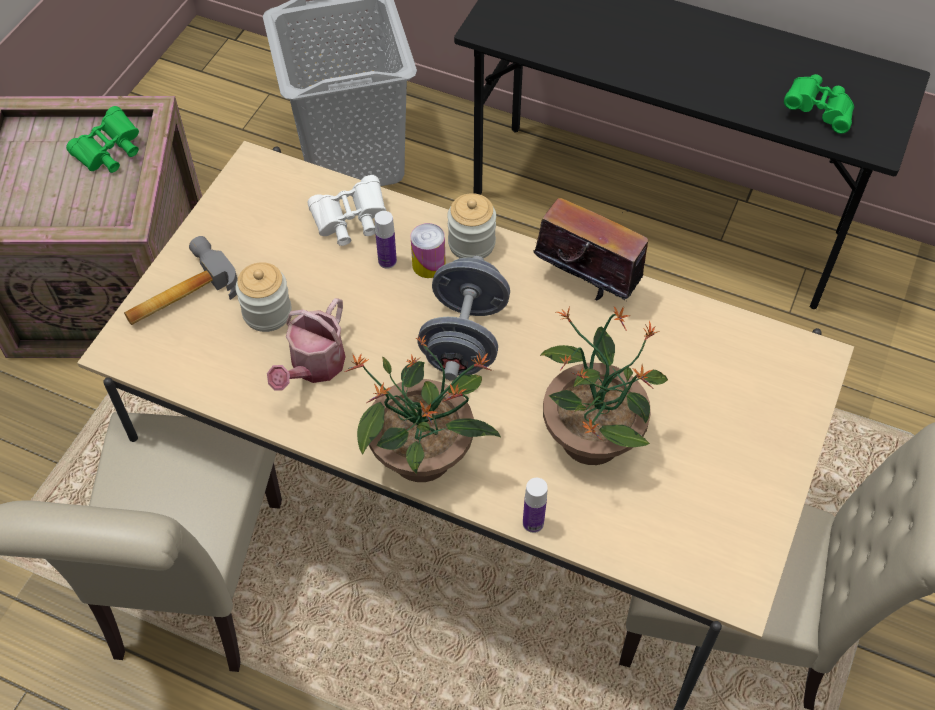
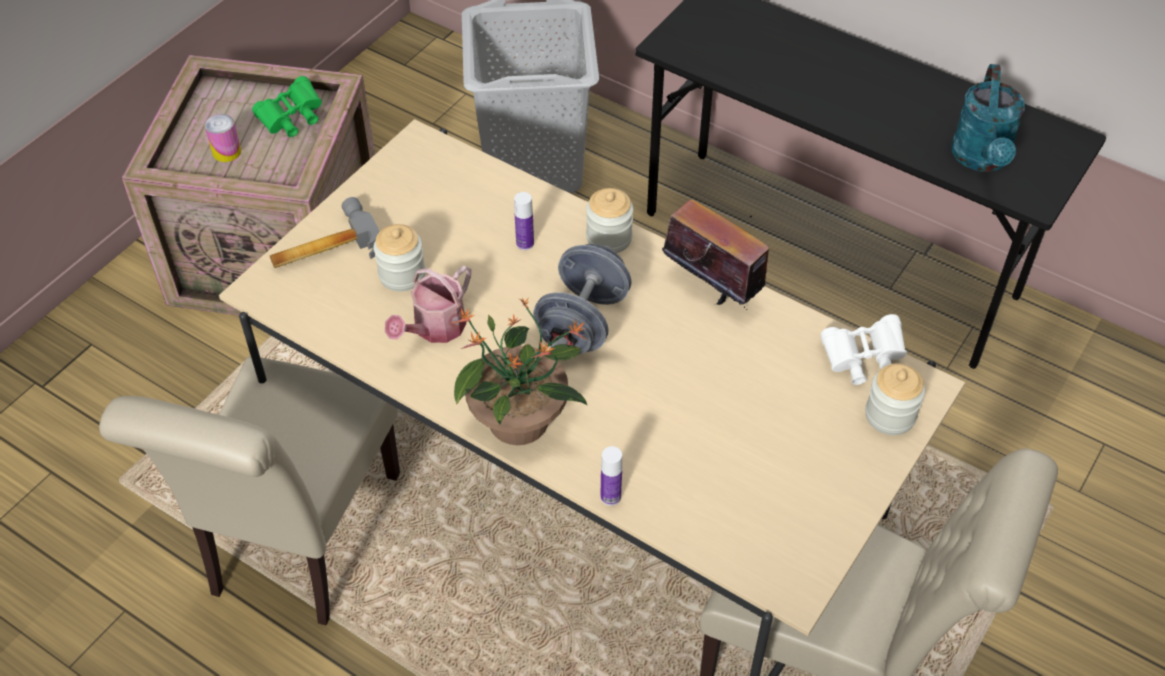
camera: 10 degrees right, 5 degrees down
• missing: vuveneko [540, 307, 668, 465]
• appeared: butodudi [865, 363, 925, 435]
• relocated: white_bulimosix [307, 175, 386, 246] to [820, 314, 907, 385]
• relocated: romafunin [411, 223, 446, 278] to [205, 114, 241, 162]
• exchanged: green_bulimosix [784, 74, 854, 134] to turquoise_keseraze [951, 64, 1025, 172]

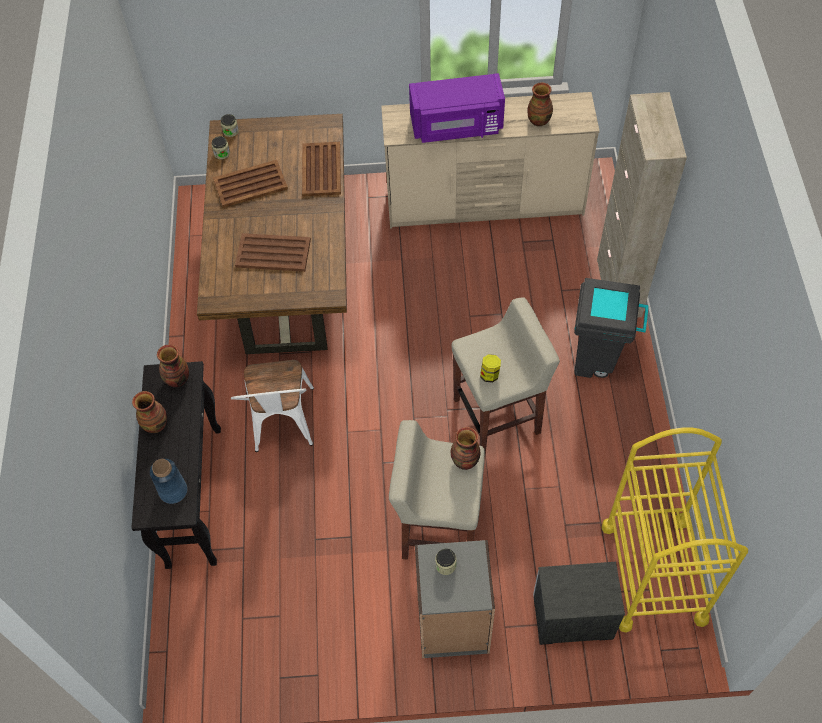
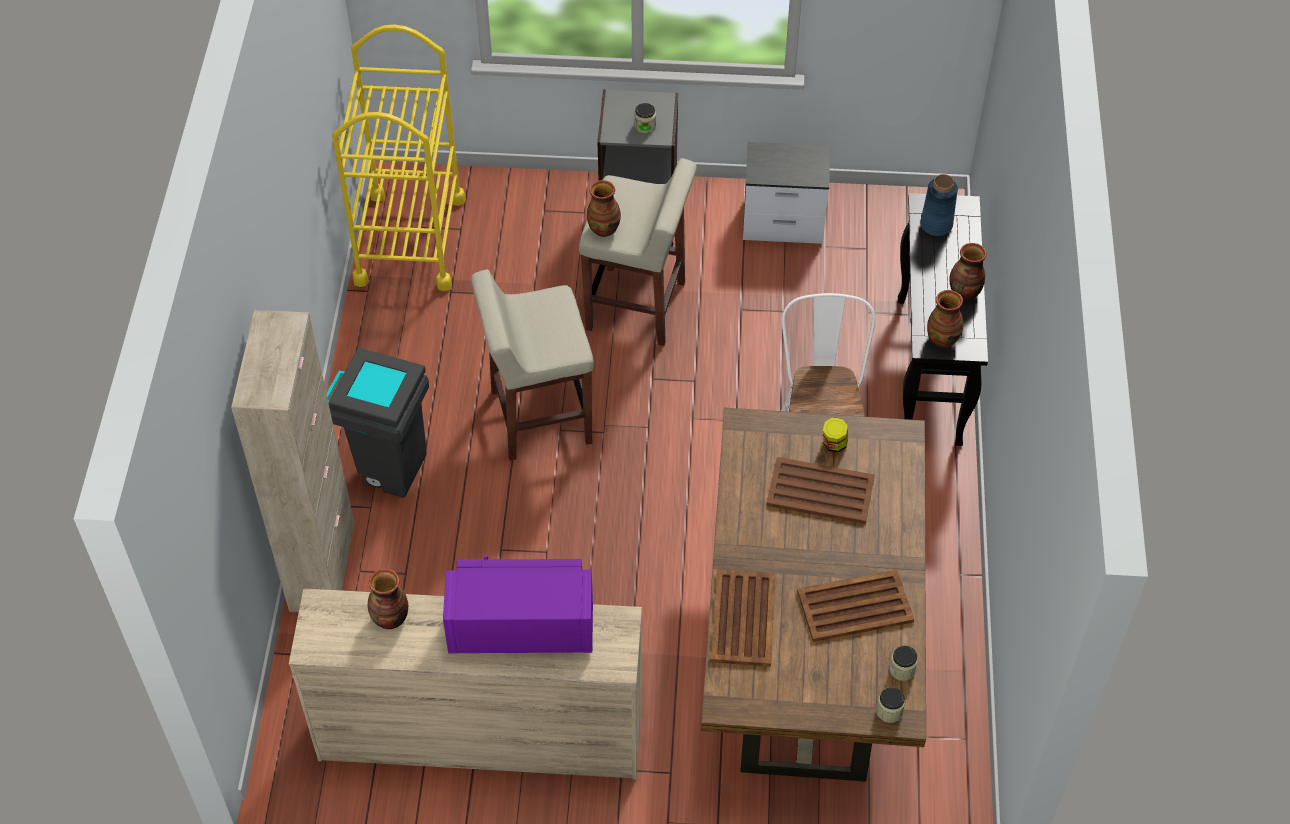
camera: 175 degrees left, 5 degrees down
• relocated: butodudi [480, 354, 501, 383] to [823, 417, 848, 452]
• relocated: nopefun [533, 562, 625, 645] to [743, 142, 830, 244]

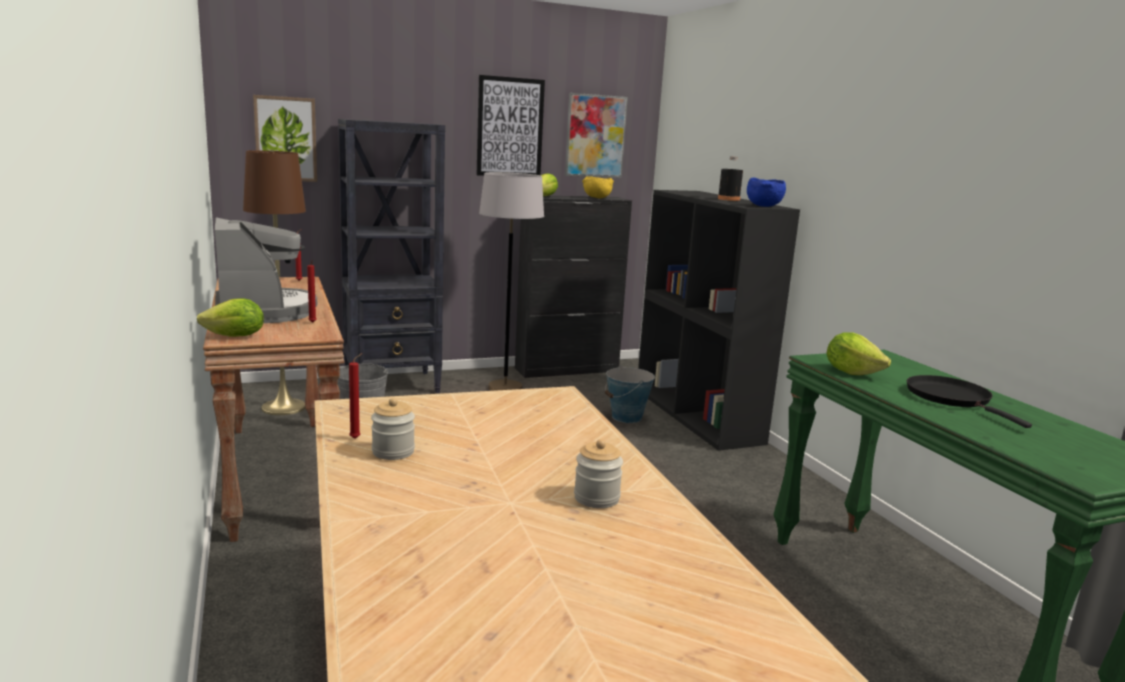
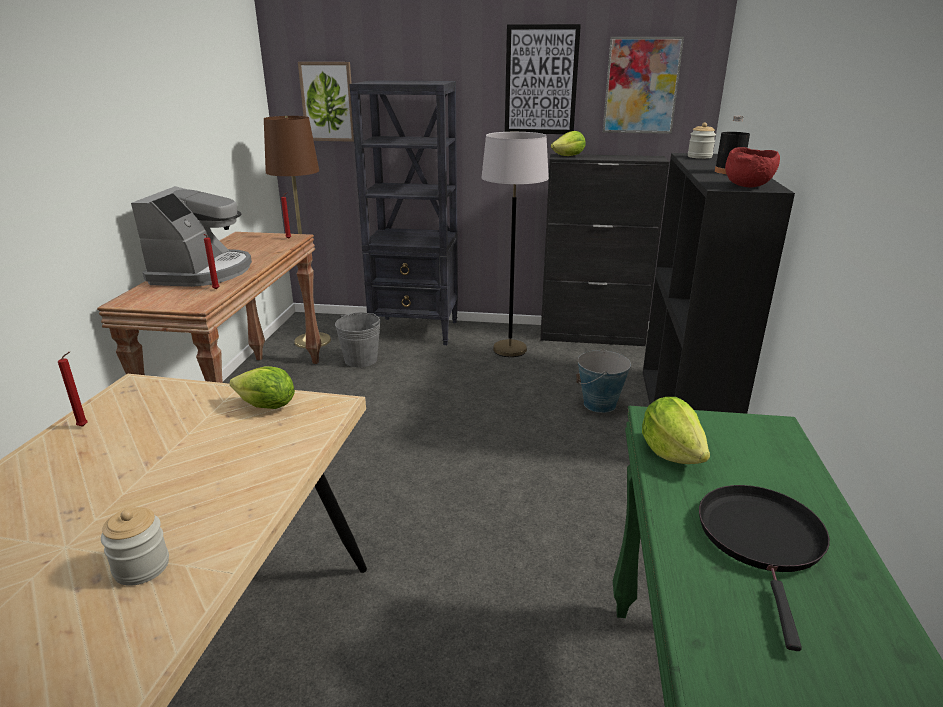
camera: 30 degrees right, 10 degrees up
• missing: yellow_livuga [582, 176, 614, 199]
• relocated: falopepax [197, 298, 264, 337] to [229, 366, 295, 409]
• relocated: butodudi [371, 398, 415, 460] to [688, 122, 716, 159]
• colour: blue_livuga [747, 178, 786, 207] to red_livuga [725, 147, 780, 187]

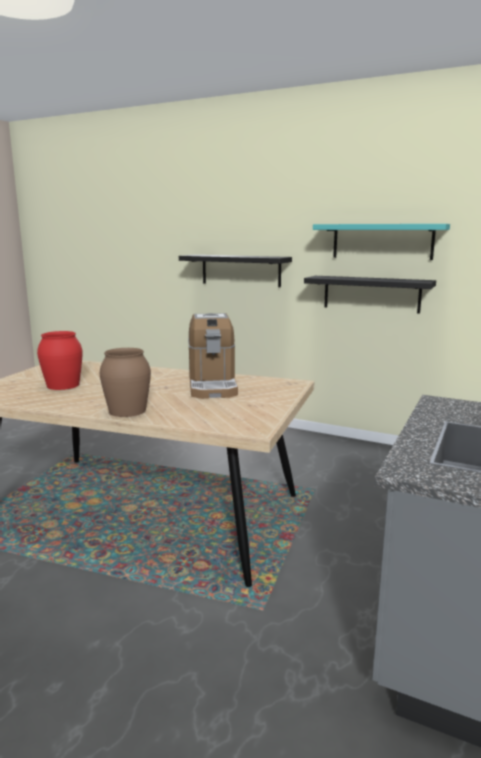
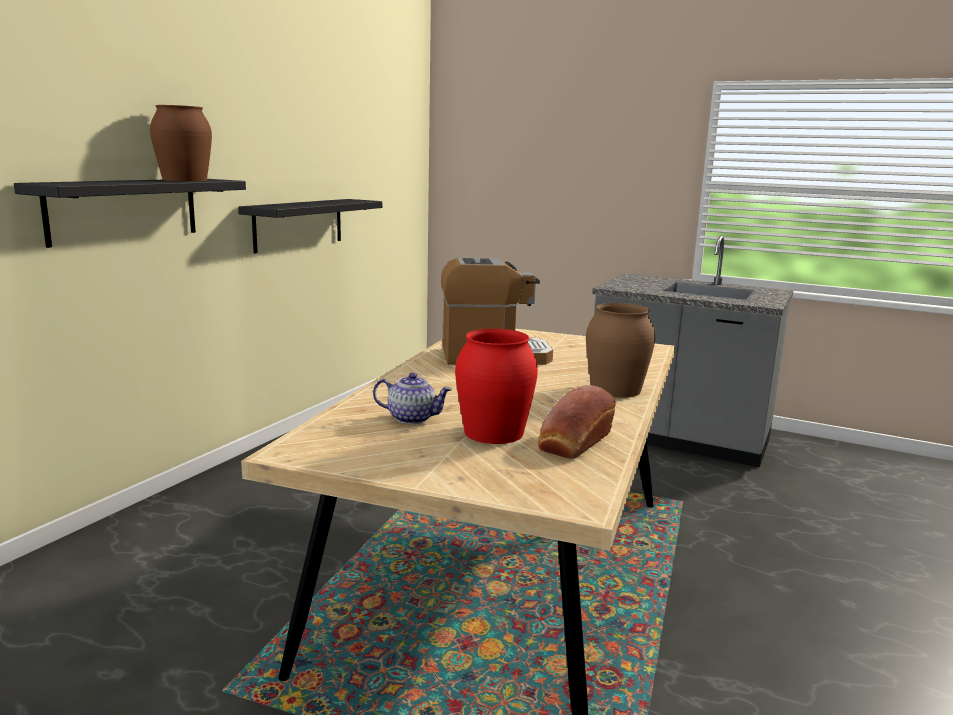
camera: 90 degrees left, 0 degrees up
• missing: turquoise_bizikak [313, 224, 450, 260]
• appeared: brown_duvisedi [150, 105, 212, 181]
• appeared: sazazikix [373, 373, 452, 424]
• appeared: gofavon [538, 385, 616, 459]

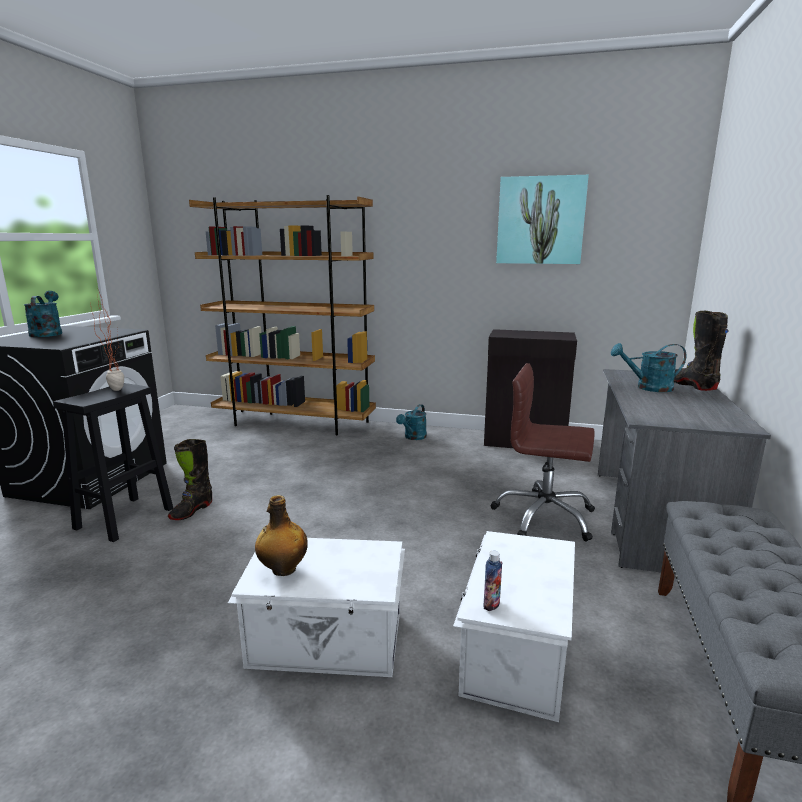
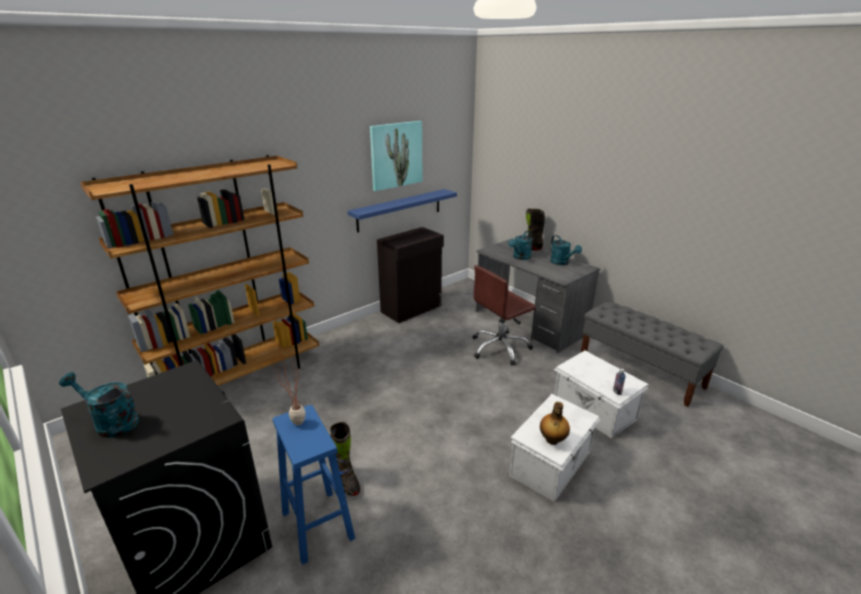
camera: 55 degrees left, 10 degrees up
• appeared: blue_bizikak [348, 189, 457, 233]
• relocated: turquoise_keseraze [396, 404, 427, 440] to [550, 235, 582, 265]
• colour: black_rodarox [53, 383, 173, 542] to blue_rodarox [273, 405, 355, 565]

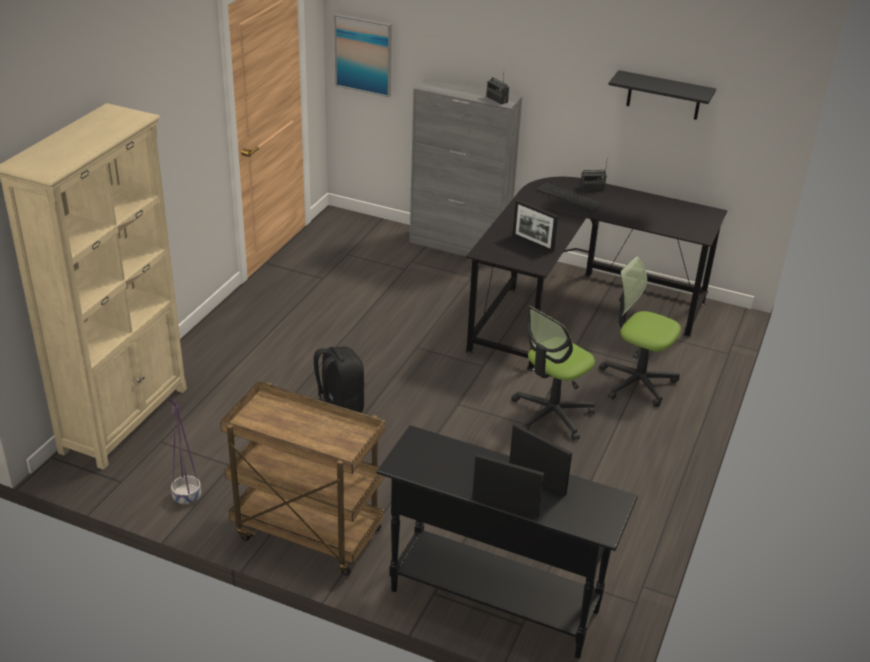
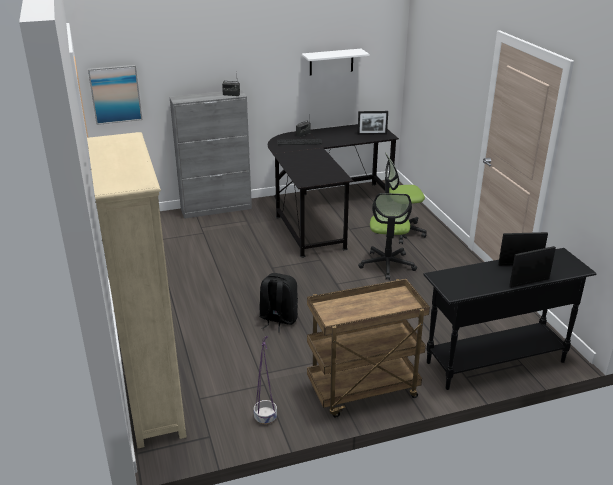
camera: 40 degrees left, 5 degrees down
• relocated: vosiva [513, 200, 558, 252] to [358, 111, 388, 135]
• colour: black_bizikak [608, 70, 716, 120] to white_bizikak [302, 49, 370, 75]

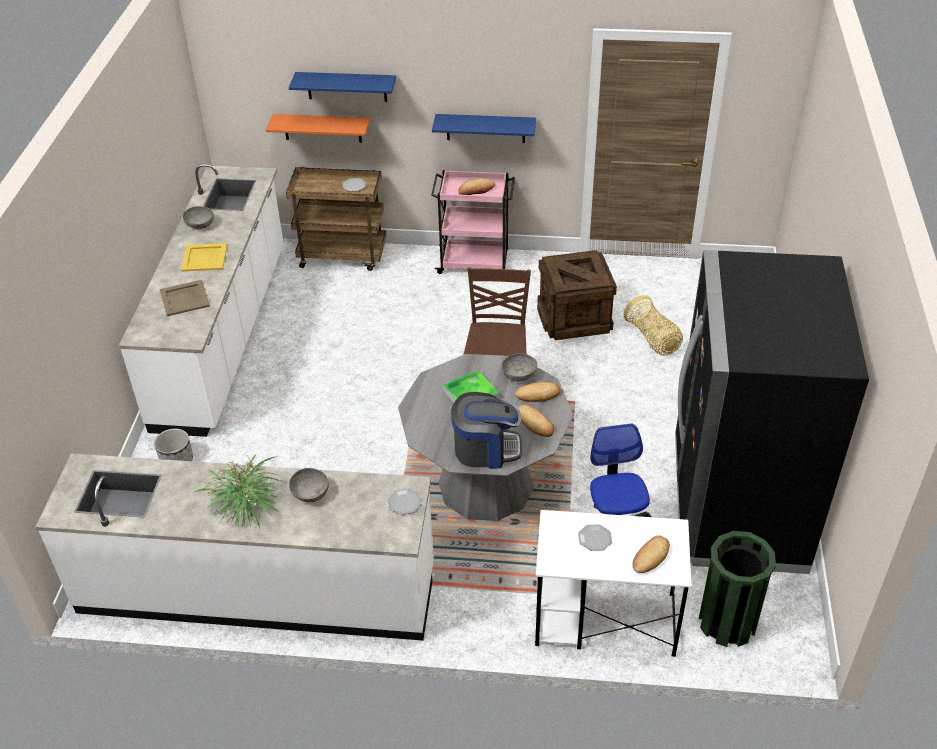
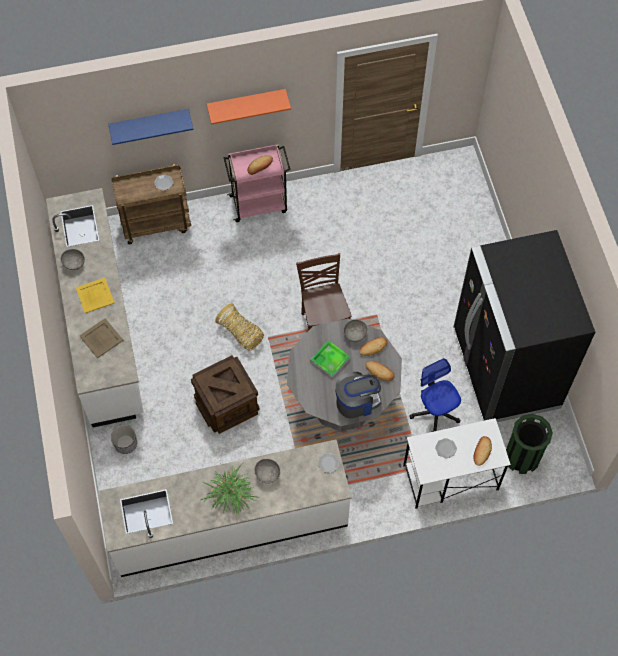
camera: 20 degrees left, 20 degrees up
• missing: blue_bizikak [432, 114, 536, 143]
• relocated: orange_bizikak [266, 114, 370, 143] to [207, 89, 291, 124]
• relocated: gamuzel [537, 250, 617, 340] to [191, 355, 260, 434]
• relocated: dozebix [624, 295, 683, 356] to [215, 303, 264, 351]

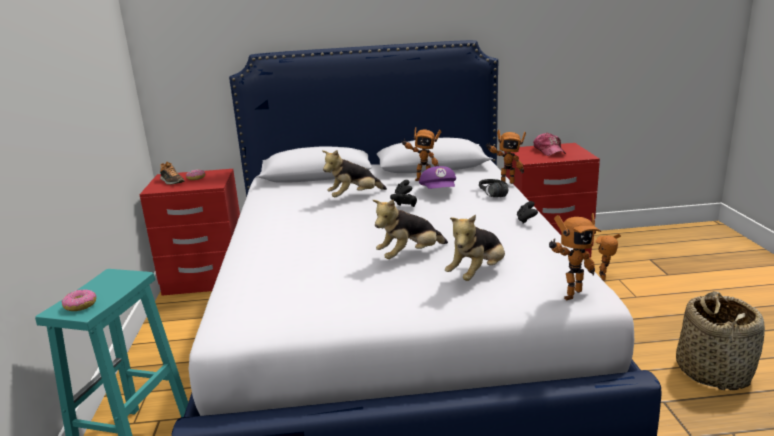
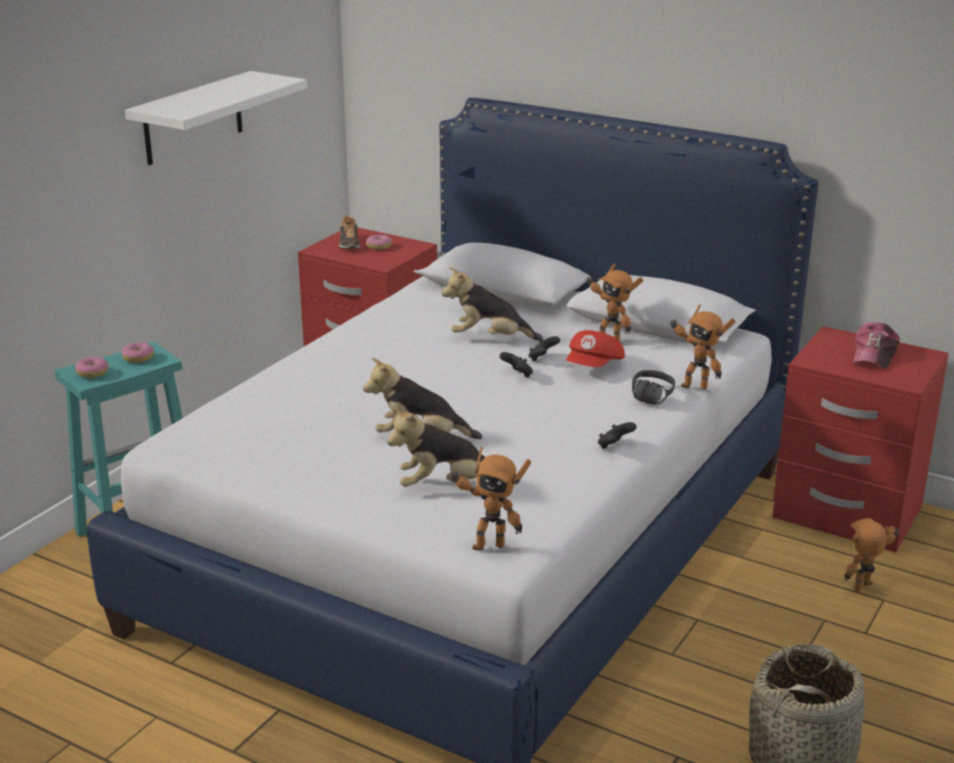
camera: 35 degrees right, 5 degrees up
• appeared: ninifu [122, 343, 154, 363]
• appeared: white_bizikak [125, 71, 307, 165]
• colour: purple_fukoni [419, 166, 456, 189] to red_fukoni [566, 330, 625, 367]

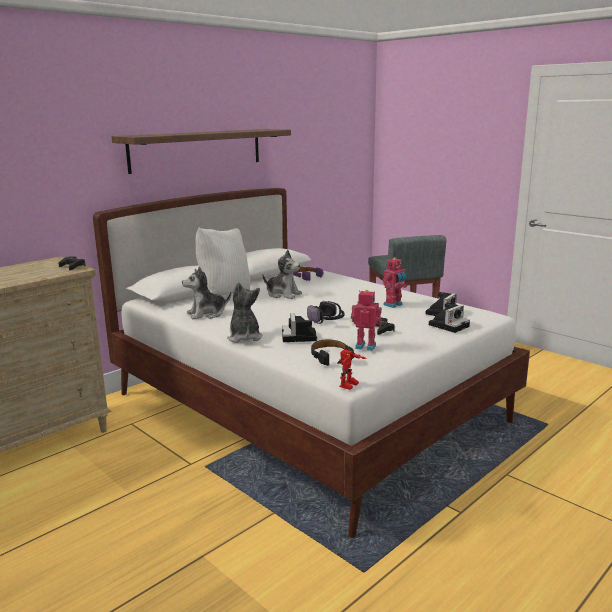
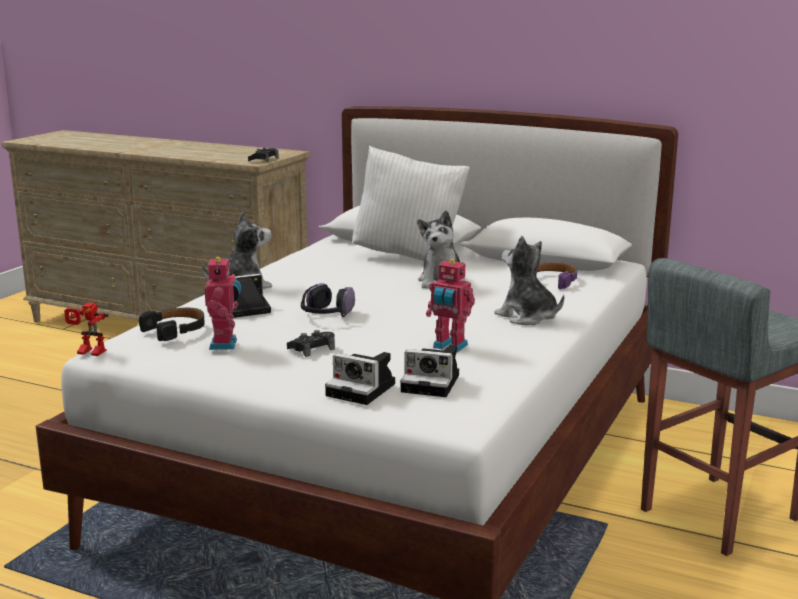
camera: 70 degrees right, 0 degrees up
• missing: bizikak [112, 129, 291, 174]
• relocated: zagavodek [182, 267, 231, 320] to [494, 236, 564, 325]

